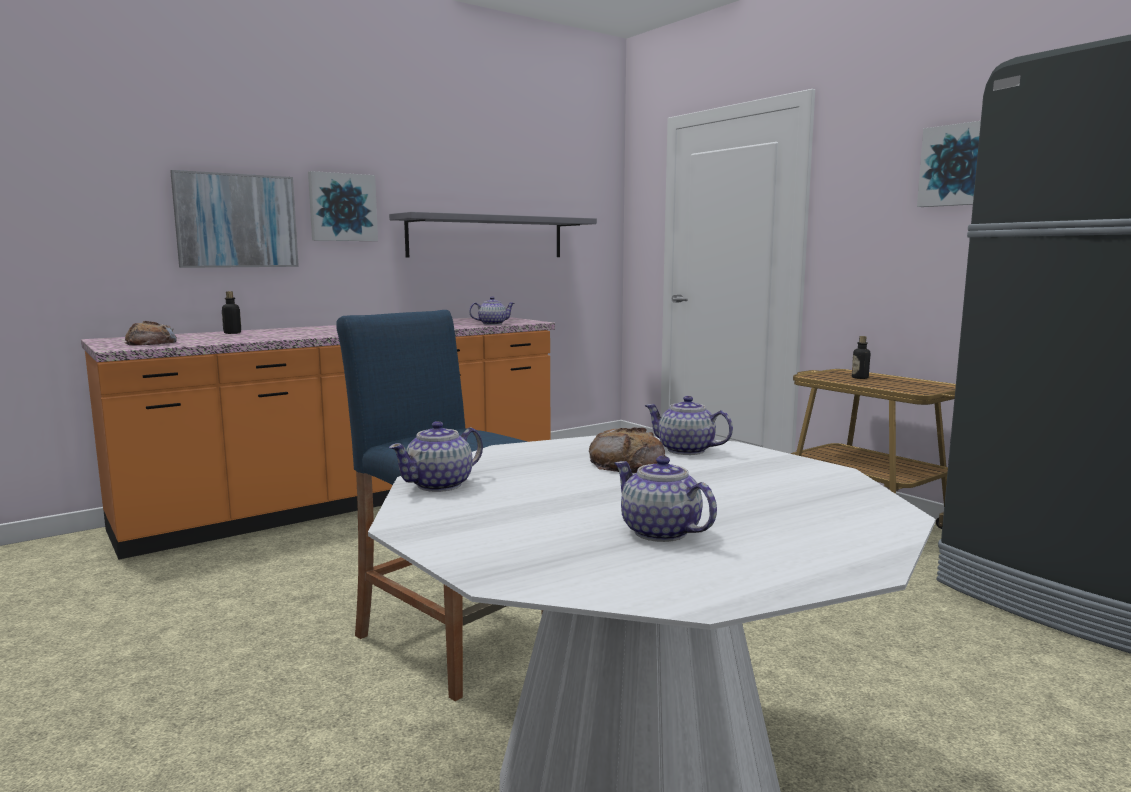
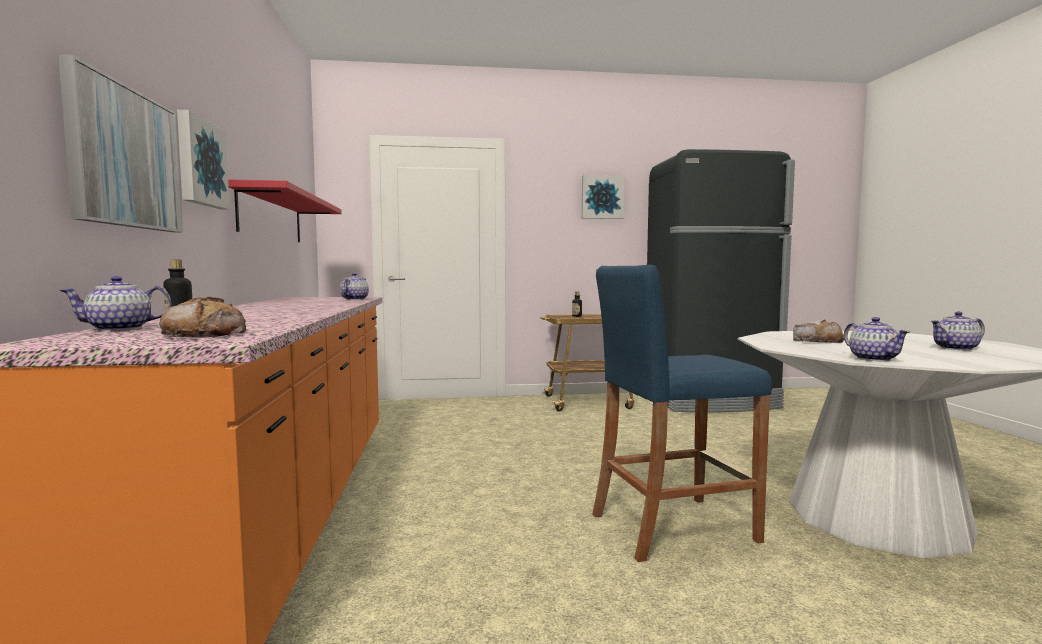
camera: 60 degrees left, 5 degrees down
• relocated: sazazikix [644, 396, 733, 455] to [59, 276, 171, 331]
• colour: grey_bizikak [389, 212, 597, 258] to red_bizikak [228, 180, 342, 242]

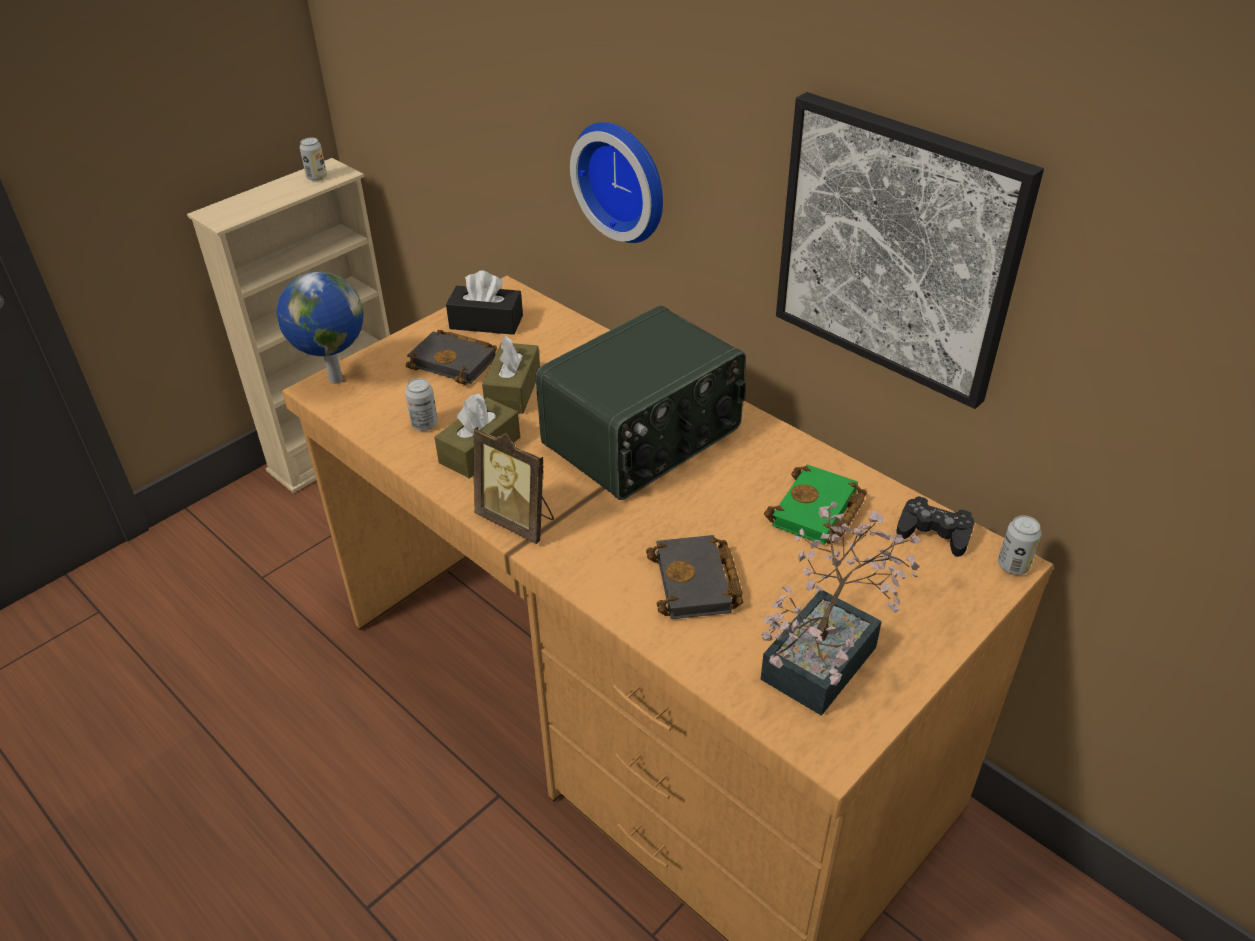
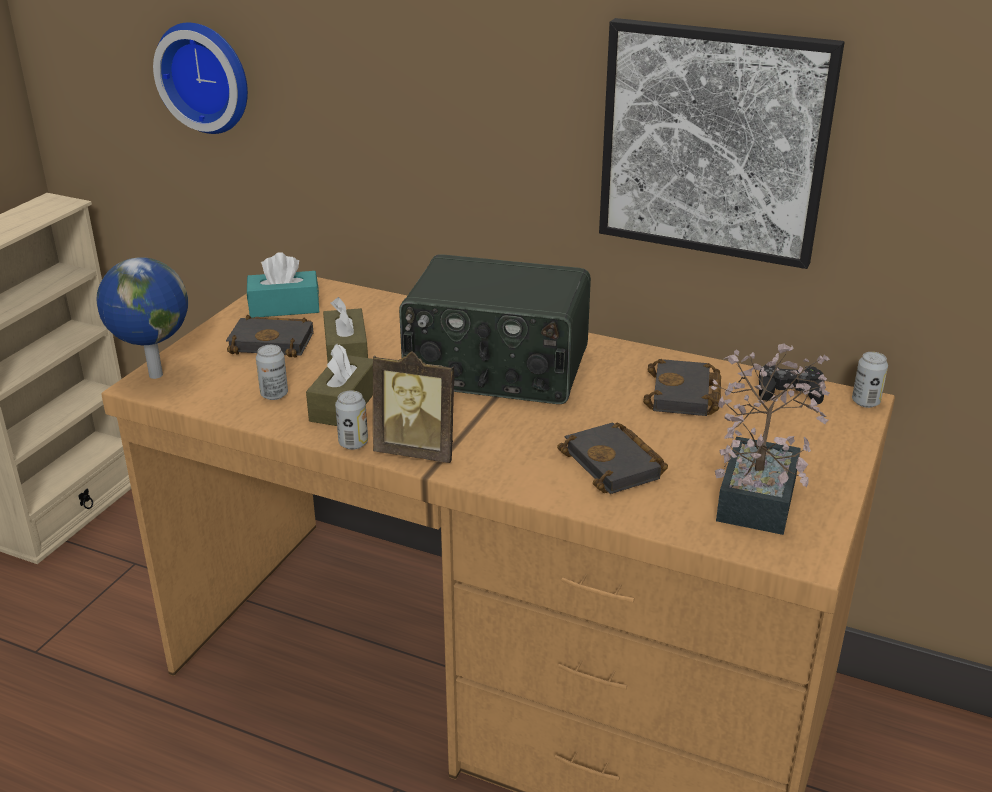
camera: 20 degrees left, 10 degrees down
• relocated: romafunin [300, 138, 327, 181] to [335, 390, 368, 450]
• relocated: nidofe [570, 122, 663, 243] to [153, 23, 248, 134]
• colour: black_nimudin [446, 271, 523, 335] to turquoise_nimudin [247, 252, 319, 318]
• colour: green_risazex [764, 465, 867, 545] to black_risazex [643, 359, 721, 416]
• spun: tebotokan [536, 306, 746, 500] = [399, 254, 591, 404] 75 degrees clockwise

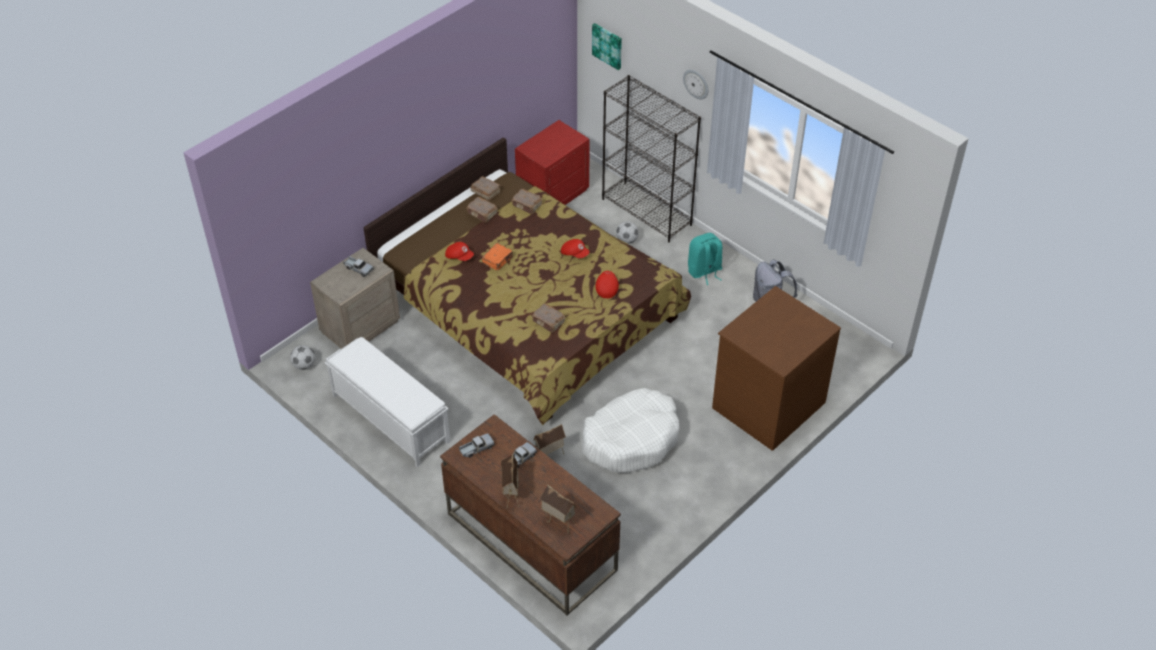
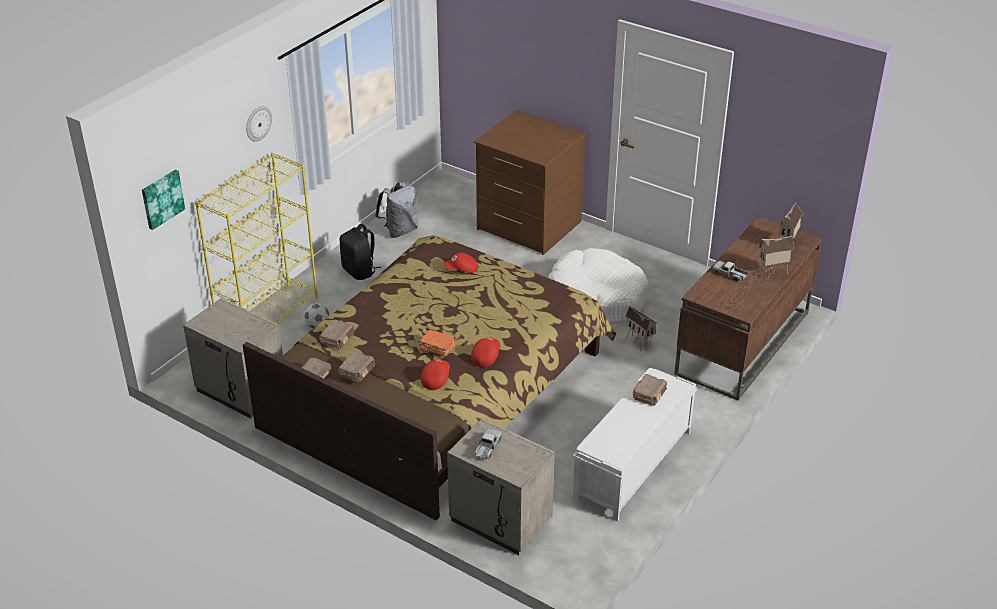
camera: 100 degrees left, 10 degrees down
• missing: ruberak [290, 345, 315, 370]
• missing: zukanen [459, 433, 495, 458]
• relocated: brown_risazex [531, 304, 565, 333] to [633, 374, 667, 406]
• relocated: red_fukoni [561, 239, 590, 258] to [471, 338, 500, 367]
• colour: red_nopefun [515, 120, 590, 205] to beige_nopefun [183, 298, 283, 419]
• colour: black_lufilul [602, 75, 701, 243] to yellow_lufilul [195, 153, 318, 323]
• colour: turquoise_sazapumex [688, 233, 722, 285] to black_sazapumex [339, 224, 381, 280]

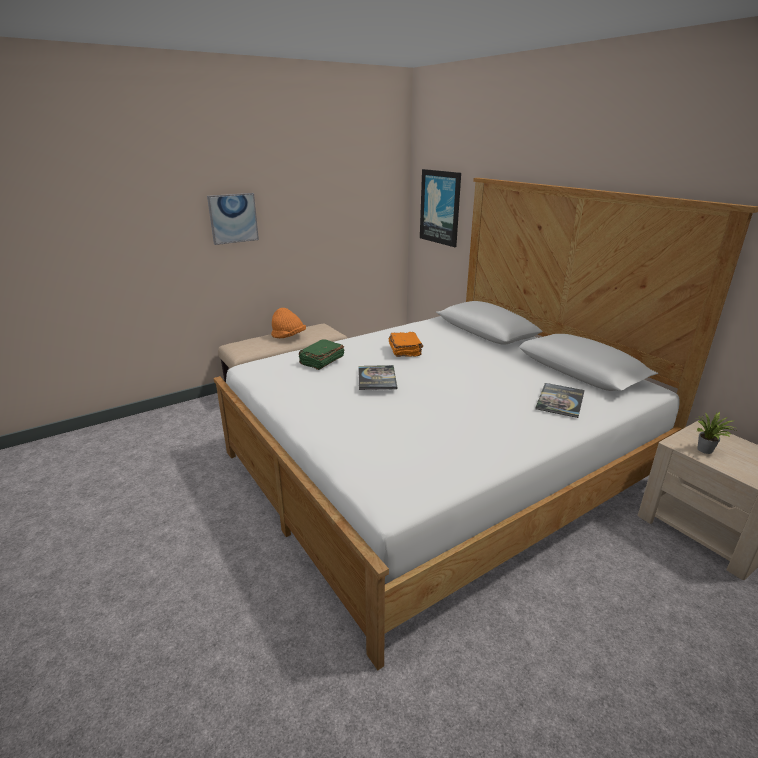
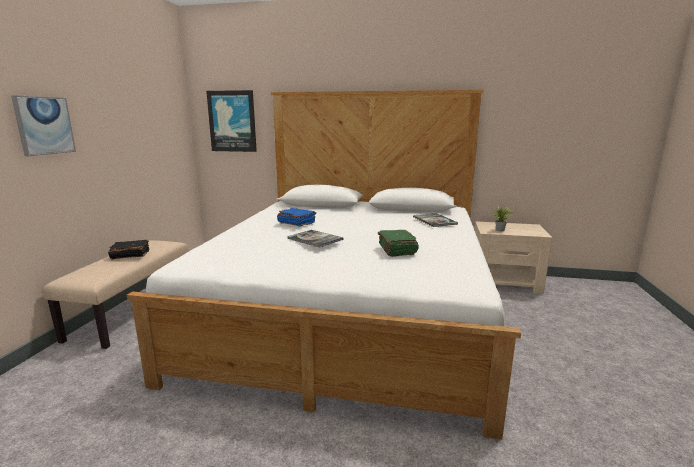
camera: 45 degrees left, 10 degrees down
• relocated: green_risazex [299, 339, 344, 370] to [378, 230, 419, 257]
• exchanged: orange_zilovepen [271, 308, 306, 338] to black_risazex [108, 240, 149, 260]
• colour: orange_risazex [388, 332, 423, 357] to blue_risazex [277, 208, 316, 226]

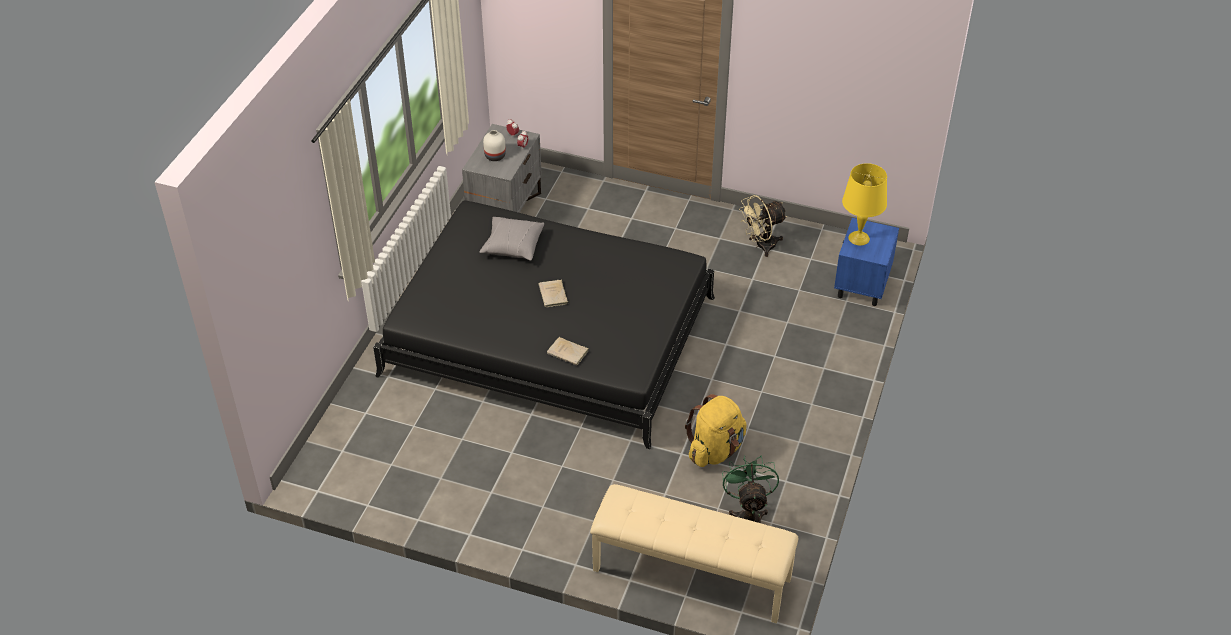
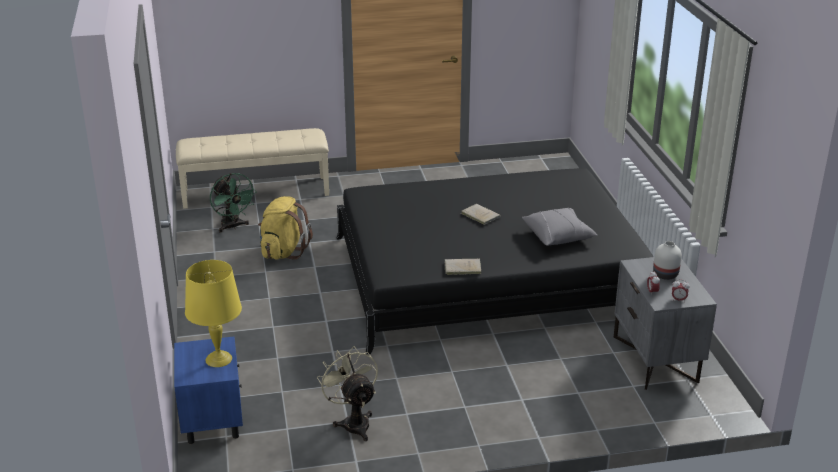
camera: 150 degrees right, 15 degrees down
• relocated: beige_risazex [547, 337, 589, 365] to [444, 259, 482, 275]
• spun: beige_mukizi [739, 195, 787, 257] = [317, 346, 378, 441] 60 degrees counterclockwise

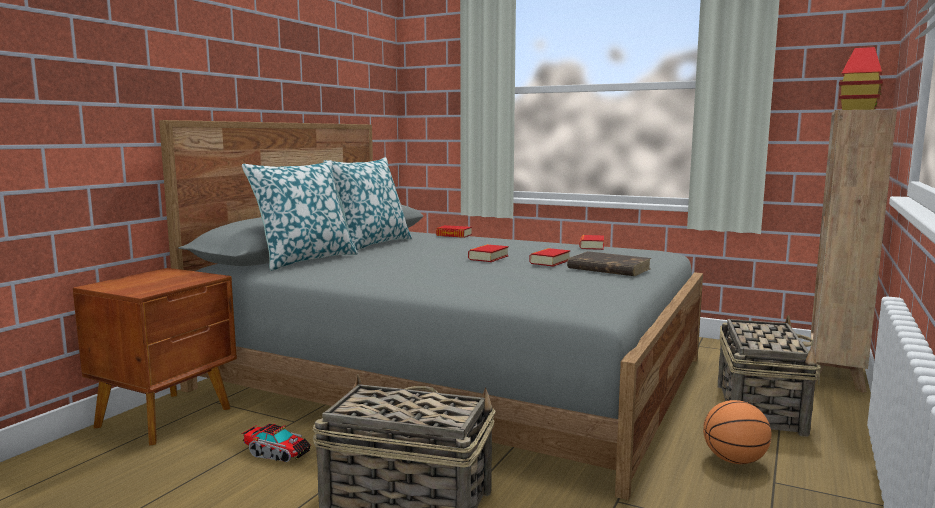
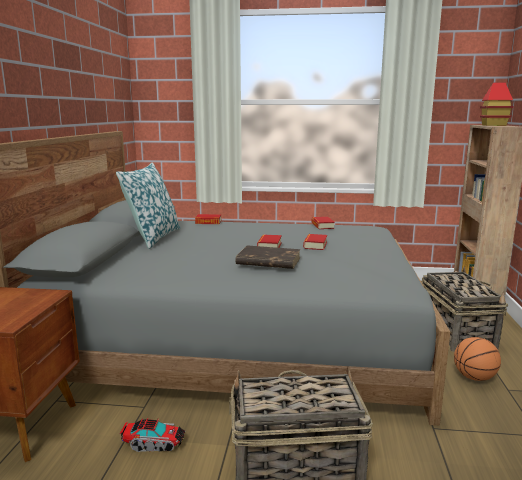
camera: 20 degrees left, 5 degrees up
• missing: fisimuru [242, 160, 358, 271]
• relocated: brown_risazex [567, 251, 651, 276] to [235, 245, 301, 269]

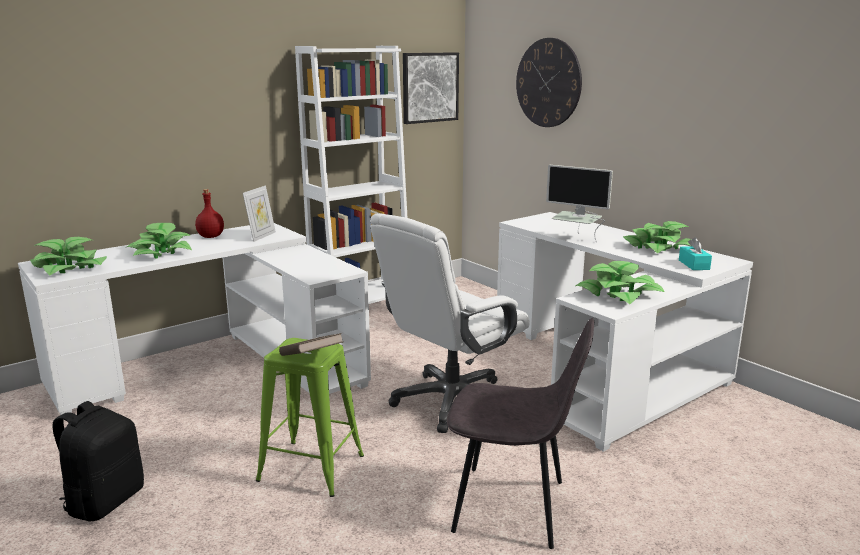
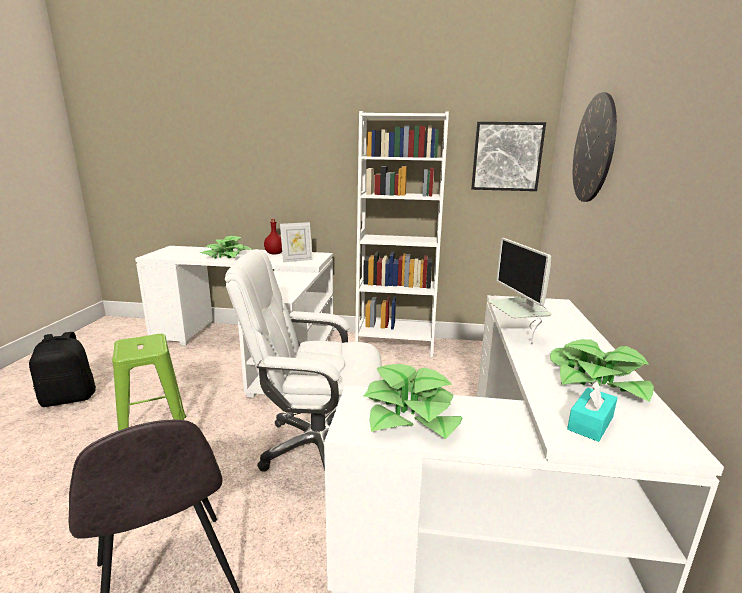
camera: 45 degrees right, 0 degrees up
• missing: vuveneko [30, 237, 107, 275]
• missing: brown_risazex [279, 333, 343, 356]

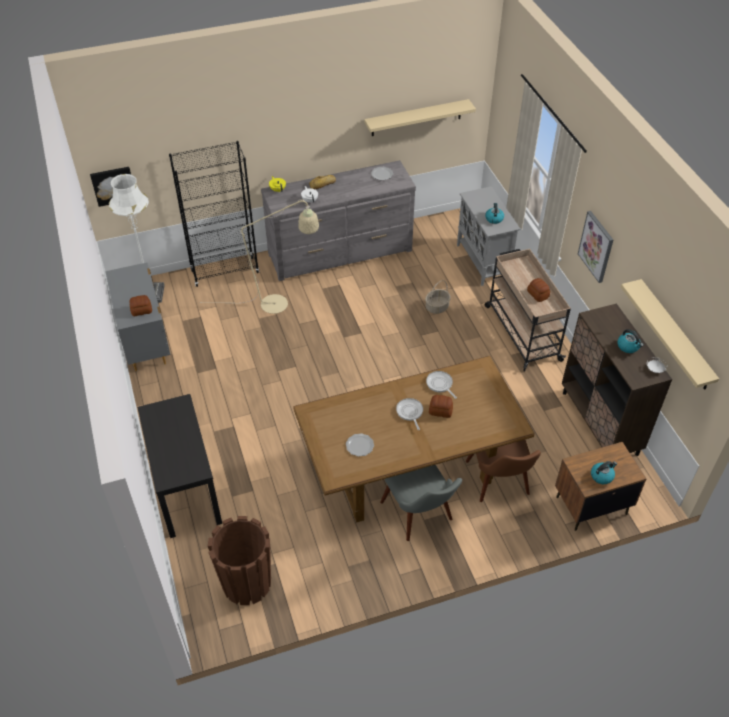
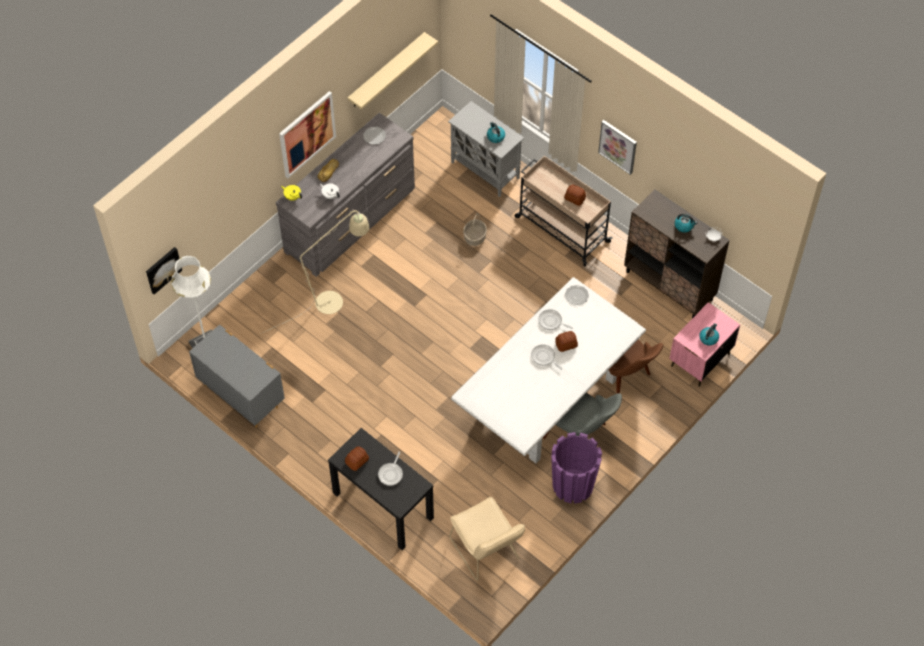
camera: 30 degrees left, 10 degrees up
• missing: black_lufilul [169, 141, 259, 287]
• missing: beige_bizikak [621, 279, 719, 390]
• appeared: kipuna [279, 91, 336, 178]
• appeared: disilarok [378, 452, 403, 486]
• appeared: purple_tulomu [551, 432, 602, 504]
• relocated: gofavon [129, 295, 152, 316] to [345, 446, 369, 471]
• relocated: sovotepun [346, 433, 374, 457] to [565, 285, 589, 305]
• exchanged: brown_tulomu [208, 516, 271, 605] to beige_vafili [449, 497, 525, 581]
• colour: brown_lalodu [293, 356, 535, 522] to white_lalodu [451, 277, 646, 463]
• colour: brown_nopefun [555, 442, 646, 531] to pink_nopefun [669, 302, 740, 387]

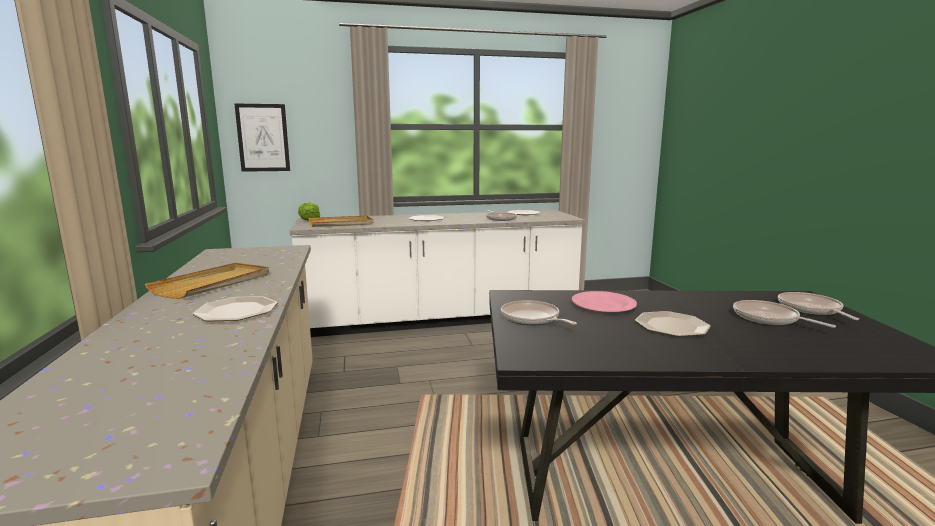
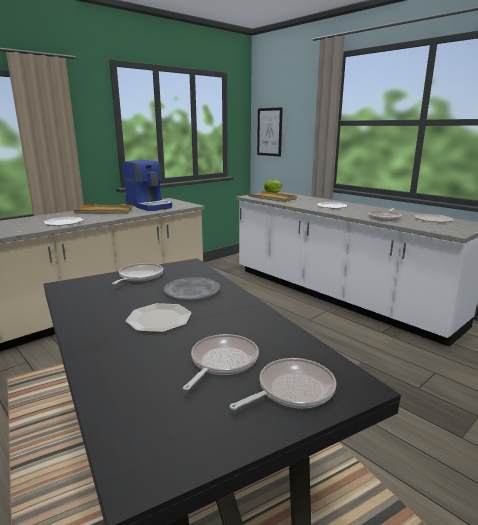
camera: 60 degrees right, 5 degrees up
• appeared: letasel [122, 160, 172, 211]
• colour: pink_sovotepun [572, 291, 637, 312] to grey_sovotepun [164, 277, 220, 299]

